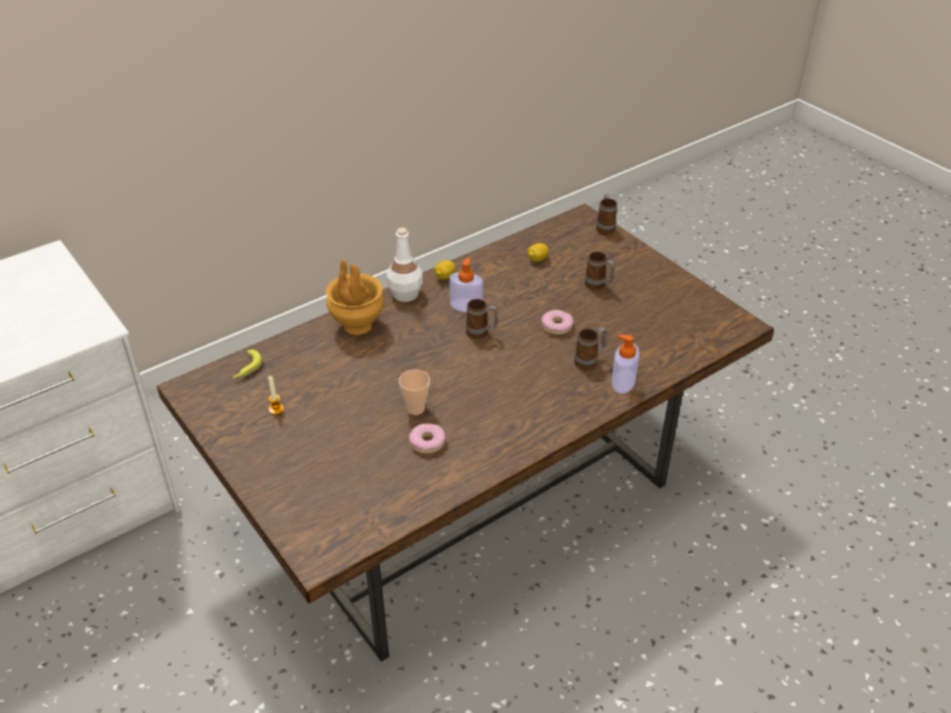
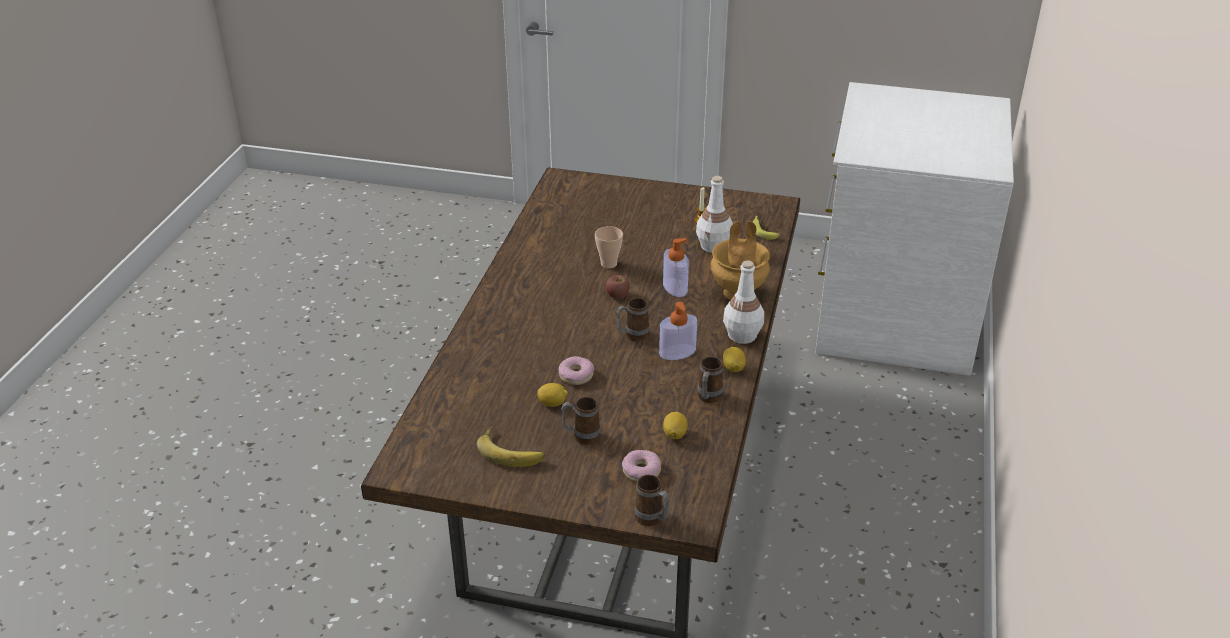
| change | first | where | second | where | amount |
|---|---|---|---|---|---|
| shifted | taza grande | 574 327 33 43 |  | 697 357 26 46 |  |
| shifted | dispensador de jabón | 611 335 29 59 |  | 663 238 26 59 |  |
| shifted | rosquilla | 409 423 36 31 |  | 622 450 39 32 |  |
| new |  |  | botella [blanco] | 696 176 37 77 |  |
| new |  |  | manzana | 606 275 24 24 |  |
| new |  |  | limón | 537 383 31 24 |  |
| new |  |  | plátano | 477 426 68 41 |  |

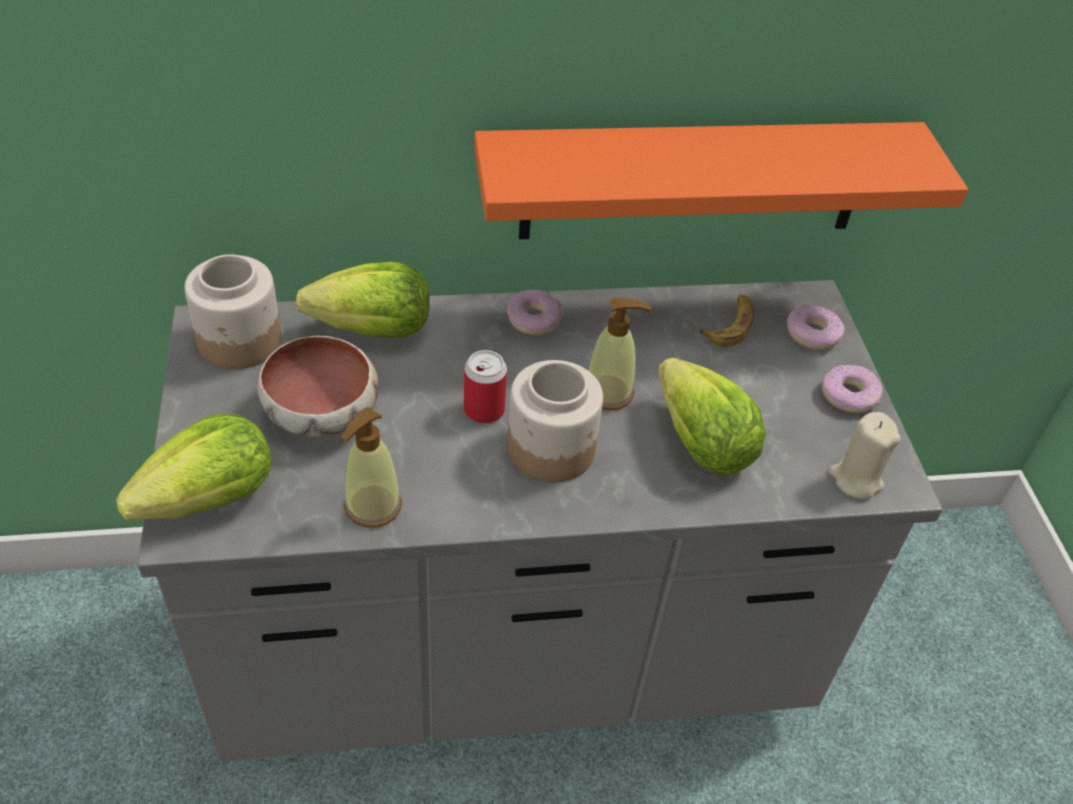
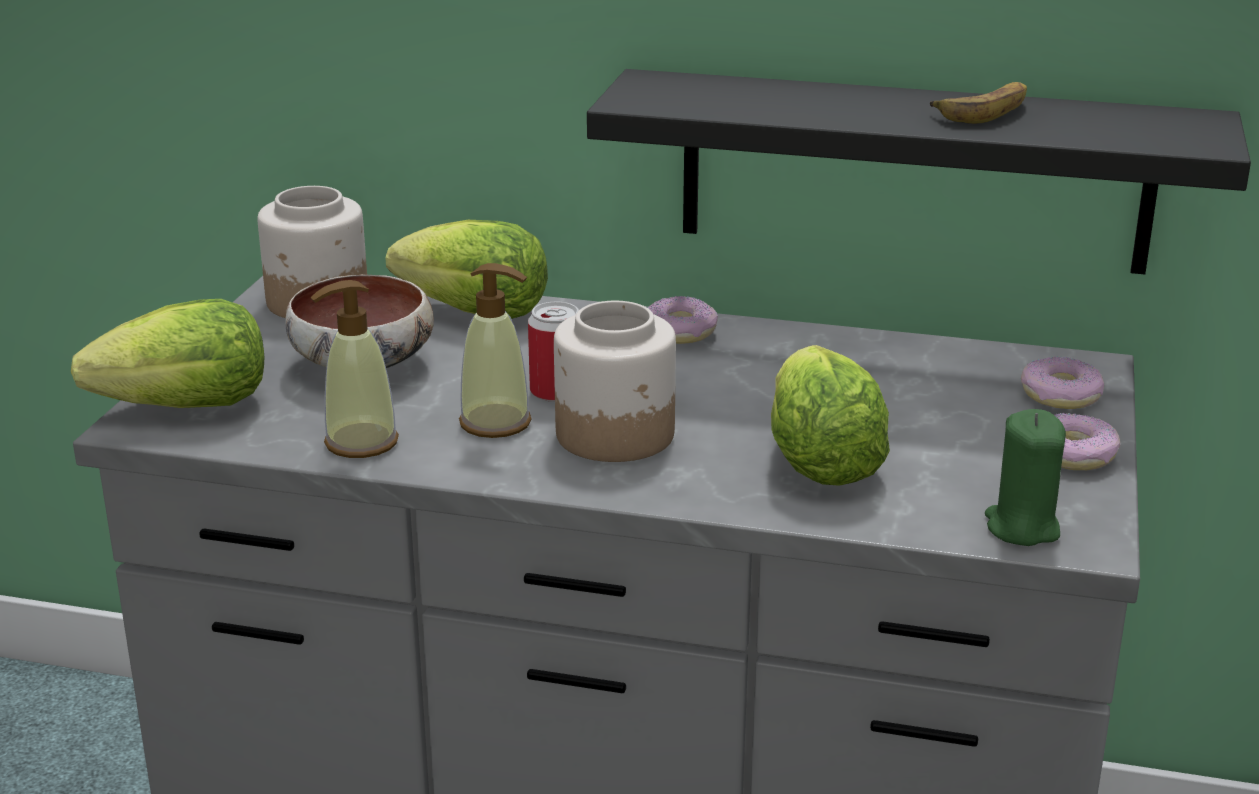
| change | first | where | second | where | amount |
|---|---|---|---|---|---|
| repainted | estante [naranja] | 474 122 494 117 | estante [negro] | 587 69 664 205 |  |
| shifted | plátano | 699 295 55 52 |  | 930 82 97 42 |  |
| shifted | dispensador de jabón | 588 298 63 112 |  | 459 263 72 175 |  |
| repainted | vela [beis] | 828 412 73 87 | vela [verde] | 985 409 81 137 |  |

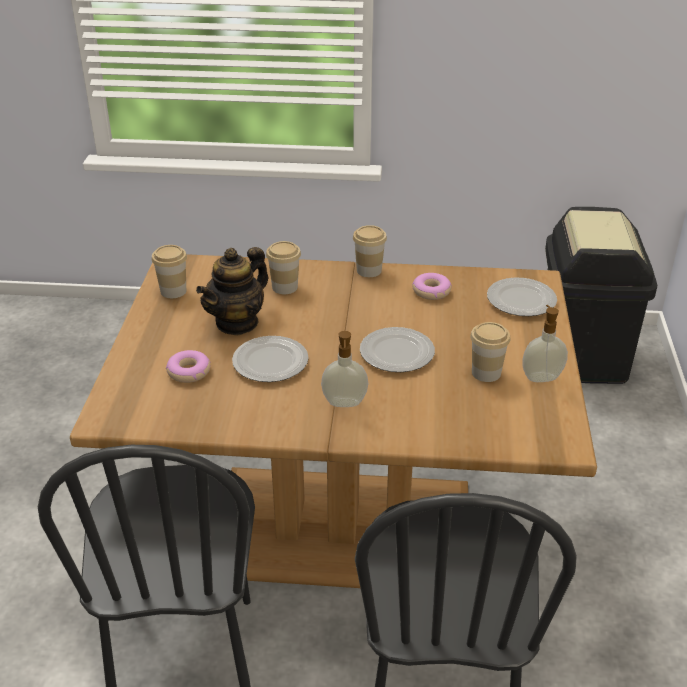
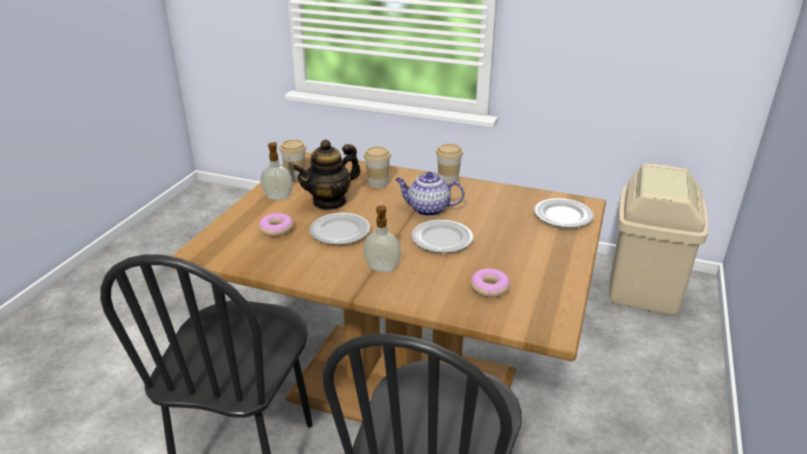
| change | first | where | second | where | amount |
|---|---|---|---|---|---|
| repainted | papelera [negro] | 545 207 112 177 | papelera [beis] | 609 164 99 151 |  |
| shifted | rosquilla | 412 273 40 27 |  | 470 268 40 29 |  |
| shifted | dispensador de jabón | 522 305 46 77 |  | 261 142 32 58 |  |
| gone | taza | 470 322 40 60 |  |  |  |
| new |  |  | tetera | 395 172 70 44 |  |

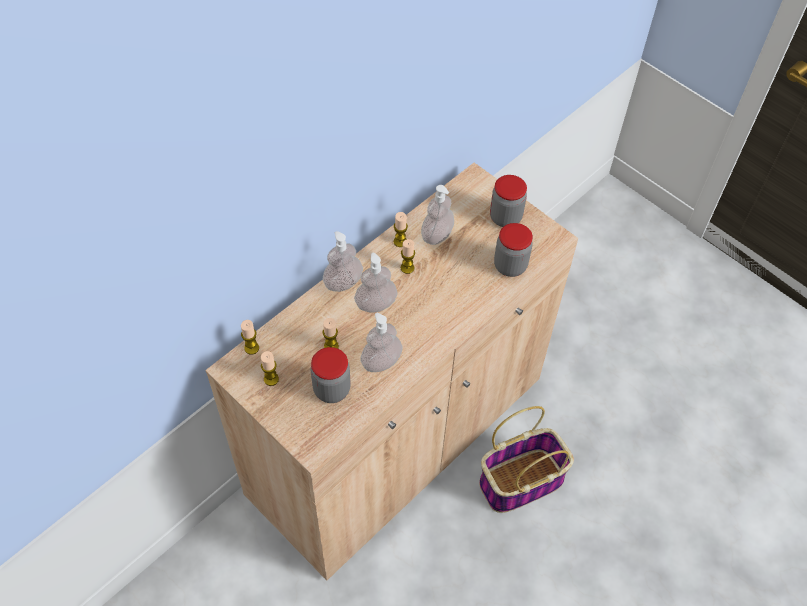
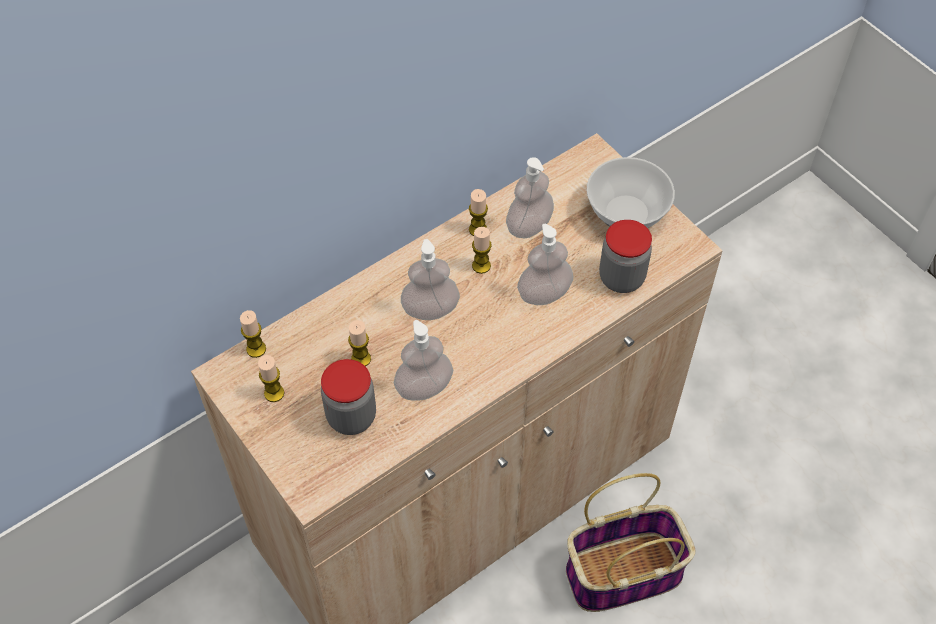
| change | first | where | second | where | amount |
|---|---|---|---|---|---|
| swapped | tarro | 490 175 37 52 | cuenco | 587 157 88 71 |  |
| shifted | dispensador de jabón | 323 231 40 61 |  | 517 224 57 81 |  |

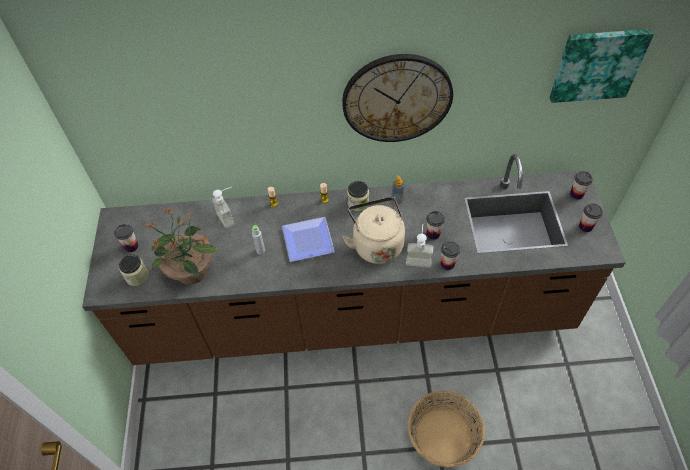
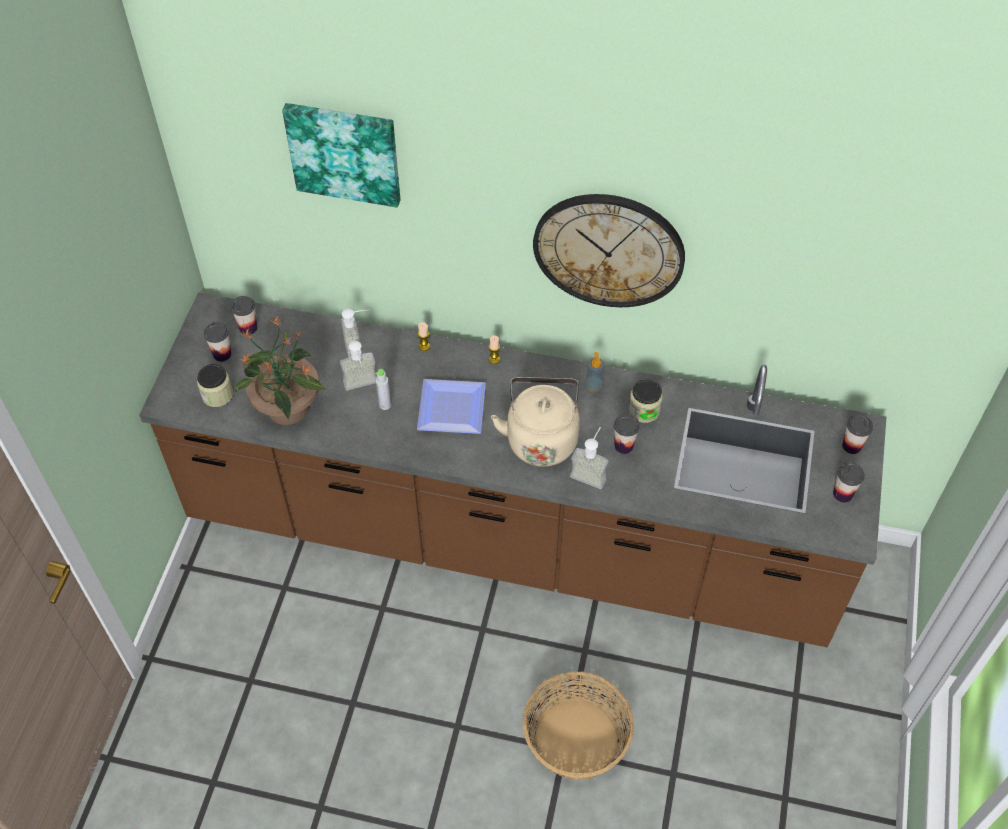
| change | first | where | second | where | amount |
|---|---|---|---|---|---|
| shifted | cuadro | 549 29 105 74 |  | 282 103 119 105 |  |
| shifted | tarro | 347 181 22 30 |  | 628 380 35 43 |  |
| shifted | taza | 441 241 19 29 |  | 231 296 26 39 |  |
| new |  |  | dispensador de jabón | 340 341 37 49 |  |

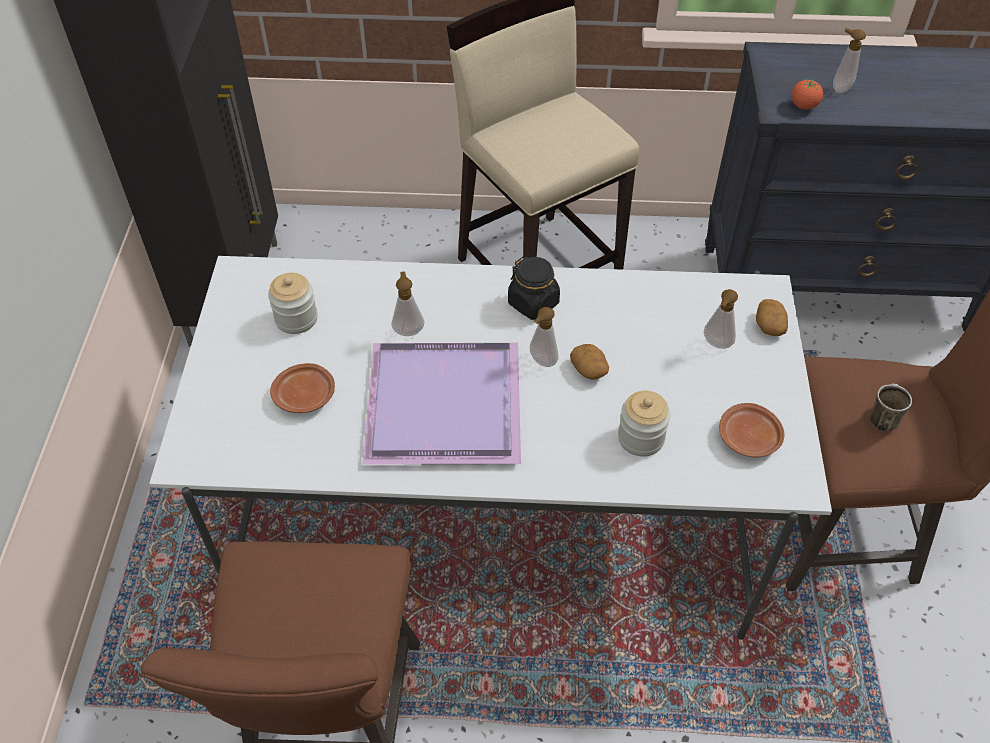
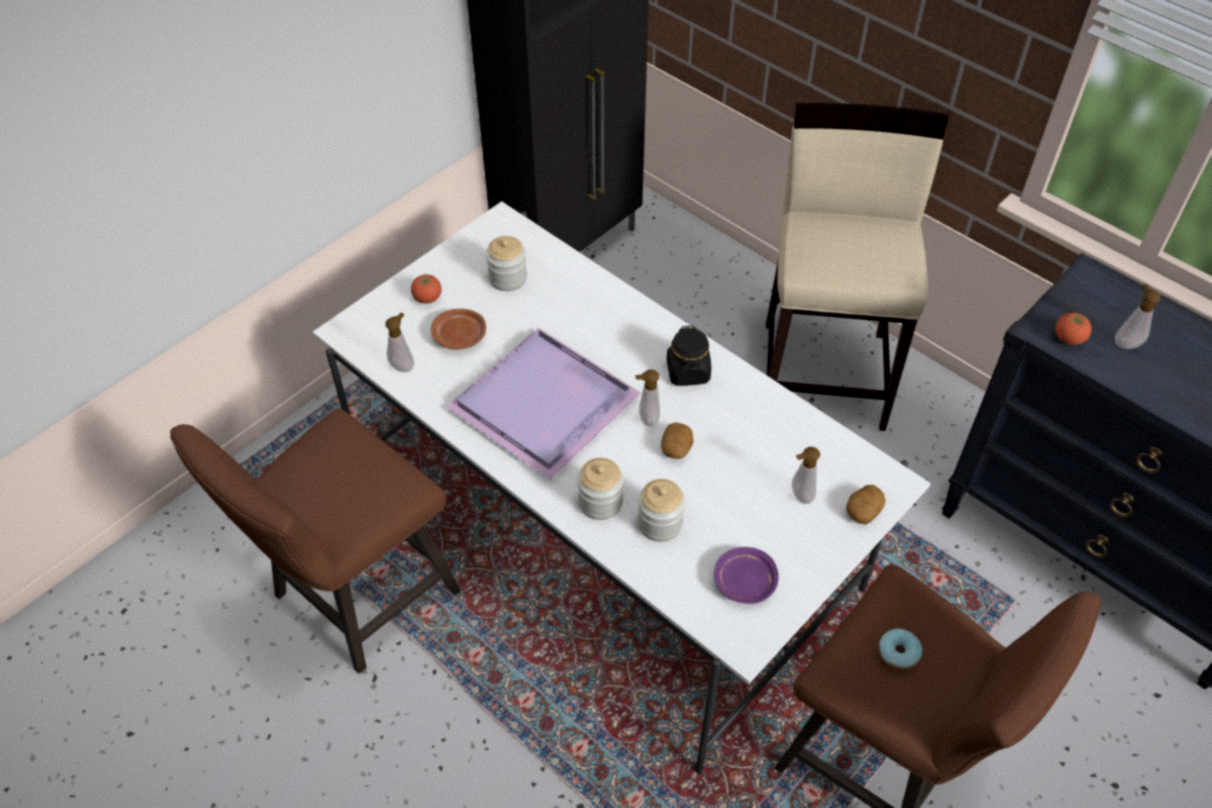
| change | first | where | second | where | amount |
|---|---|---|---|---|---|
| shifted | dispensador de jabón | 392 271 32 65 |  | 385 312 29 60 |  |
| swapped | taza grande | 870 383 42 49 | rosquilla | 878 629 44 41 |  |
| repainted | plato [marrón] | 719 403 65 54 | plato [morado] | 714 547 65 57 |  |
| new |  |  | tomate | 411 274 31 30 |  |
| new |  |  | tarro | 577 458 47 62 |  |

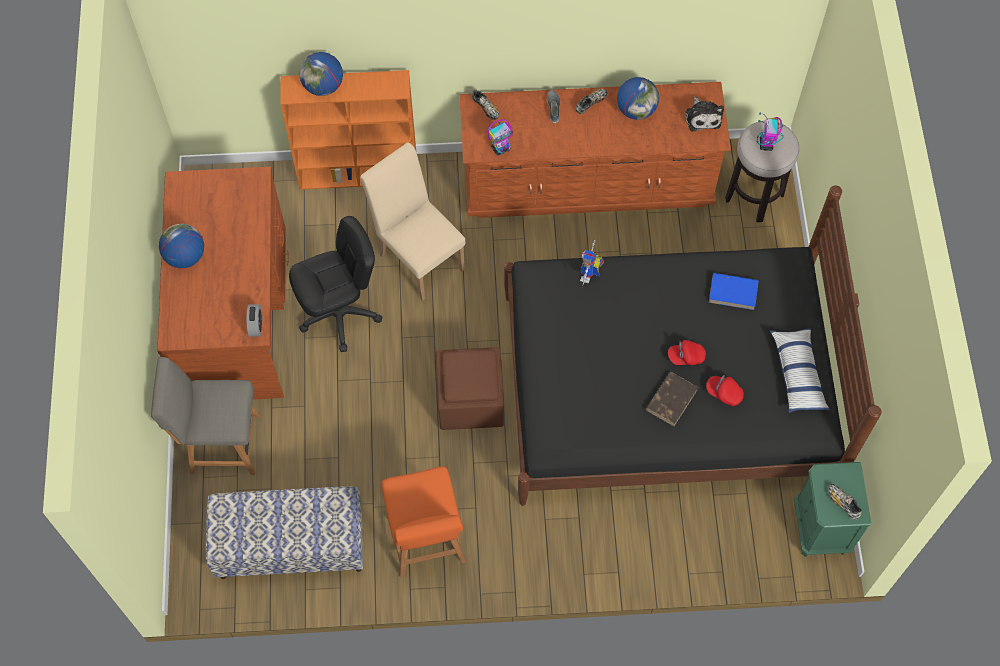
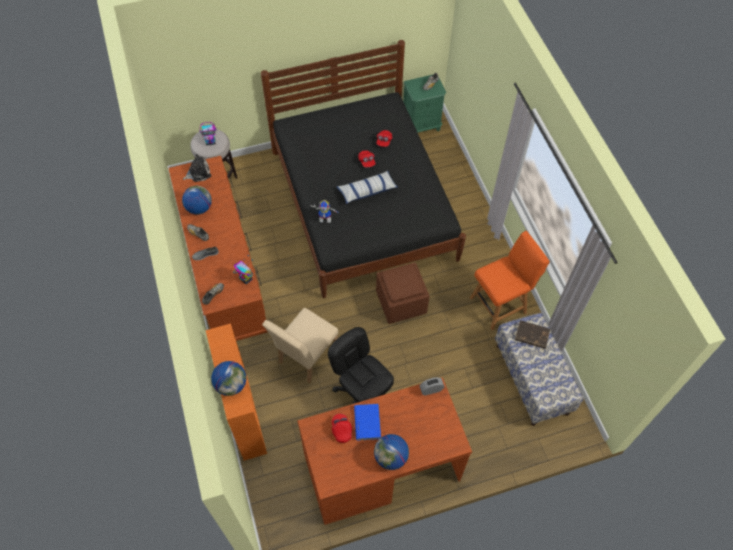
| change | first | where | second | where | amount |
|---|---|---|---|---|---|
| shifted | libro [azul] | 709 273 50 37 |  | 354 404 27 37 |  |
| shifted | cojín | 769 328 61 85 |  | 337 171 61 33 |  |
| gone | silla [gris] | 151 357 109 118 |  |  |  |
| shifted | libro [marrón] | 646 372 52 54 |  | 515 320 35 29 |  |
| new |  |  | gorra [rojo] | 332 414 20 29 |  |

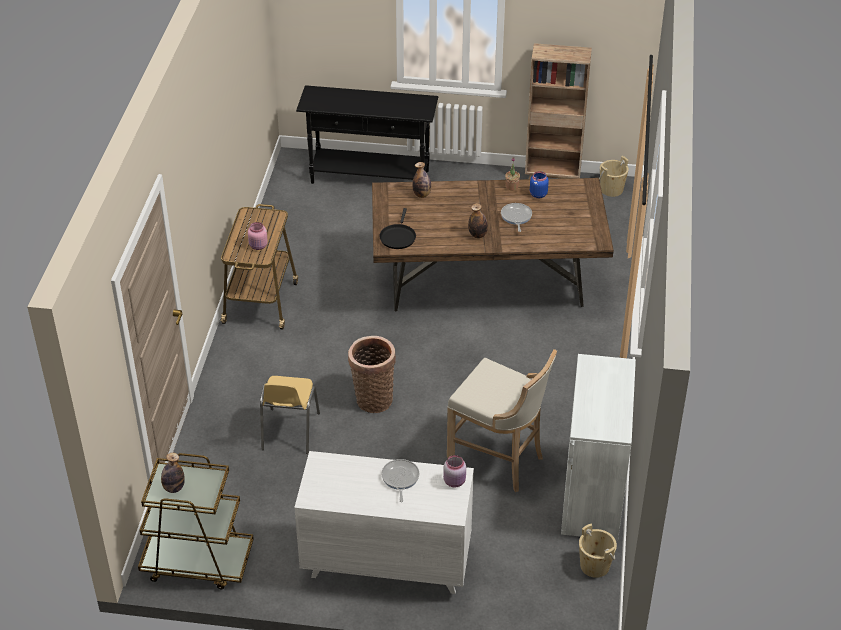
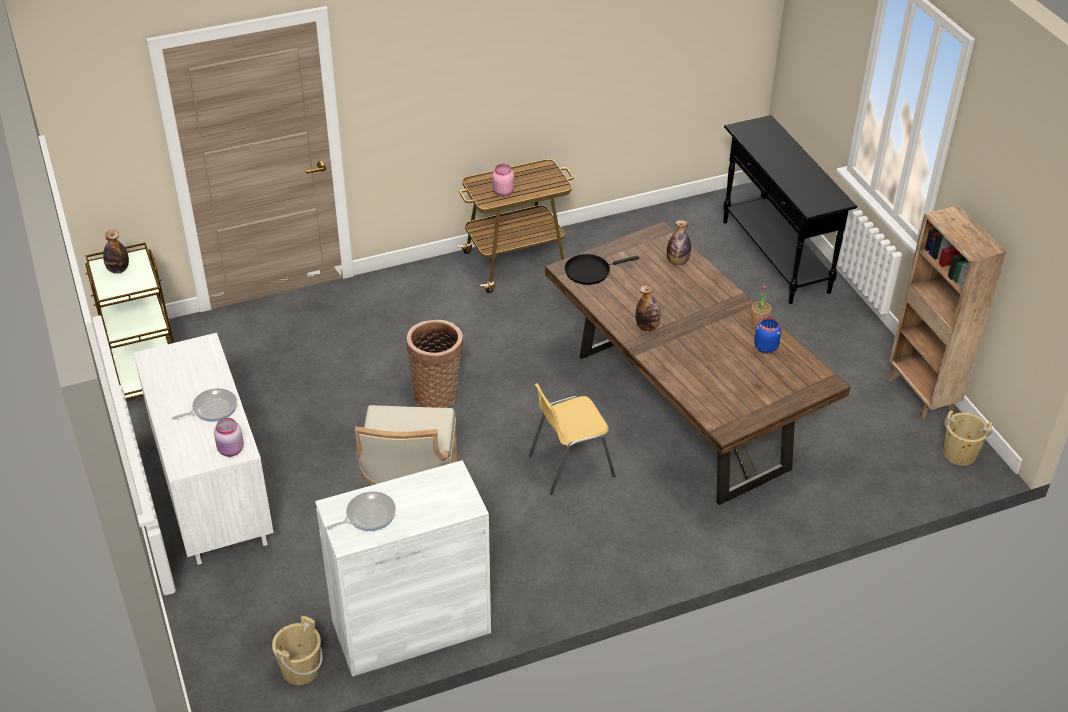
| change | first | where | second | where | amount |
|---|---|---|---|---|---|
| shifted | sartén | 501 203 31 29 |  | 325 491 71 40 |  |
| shifted | silla [amarillo] | 260 376 60 78 |  | 528 383 88 112 |  |

